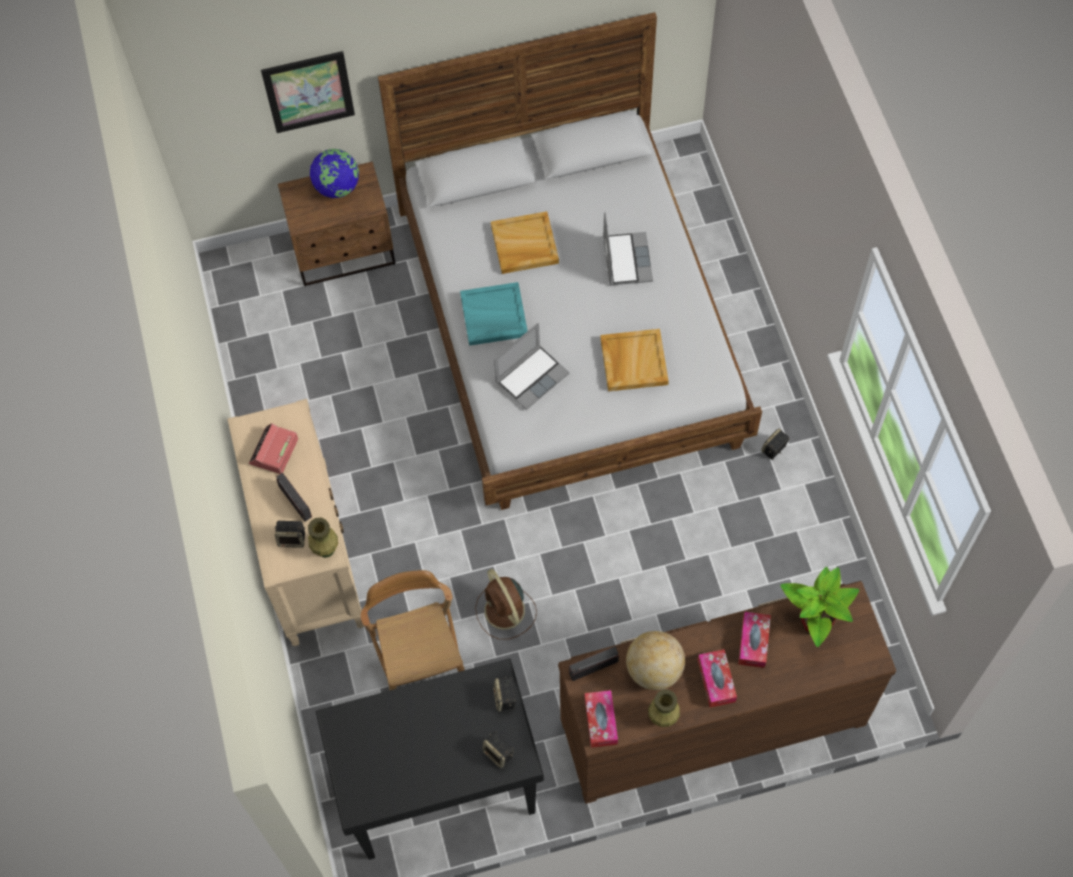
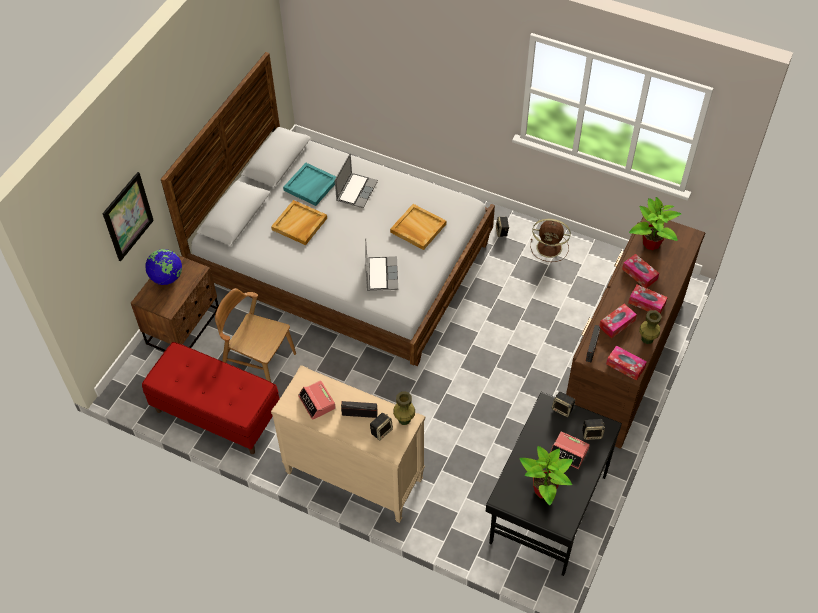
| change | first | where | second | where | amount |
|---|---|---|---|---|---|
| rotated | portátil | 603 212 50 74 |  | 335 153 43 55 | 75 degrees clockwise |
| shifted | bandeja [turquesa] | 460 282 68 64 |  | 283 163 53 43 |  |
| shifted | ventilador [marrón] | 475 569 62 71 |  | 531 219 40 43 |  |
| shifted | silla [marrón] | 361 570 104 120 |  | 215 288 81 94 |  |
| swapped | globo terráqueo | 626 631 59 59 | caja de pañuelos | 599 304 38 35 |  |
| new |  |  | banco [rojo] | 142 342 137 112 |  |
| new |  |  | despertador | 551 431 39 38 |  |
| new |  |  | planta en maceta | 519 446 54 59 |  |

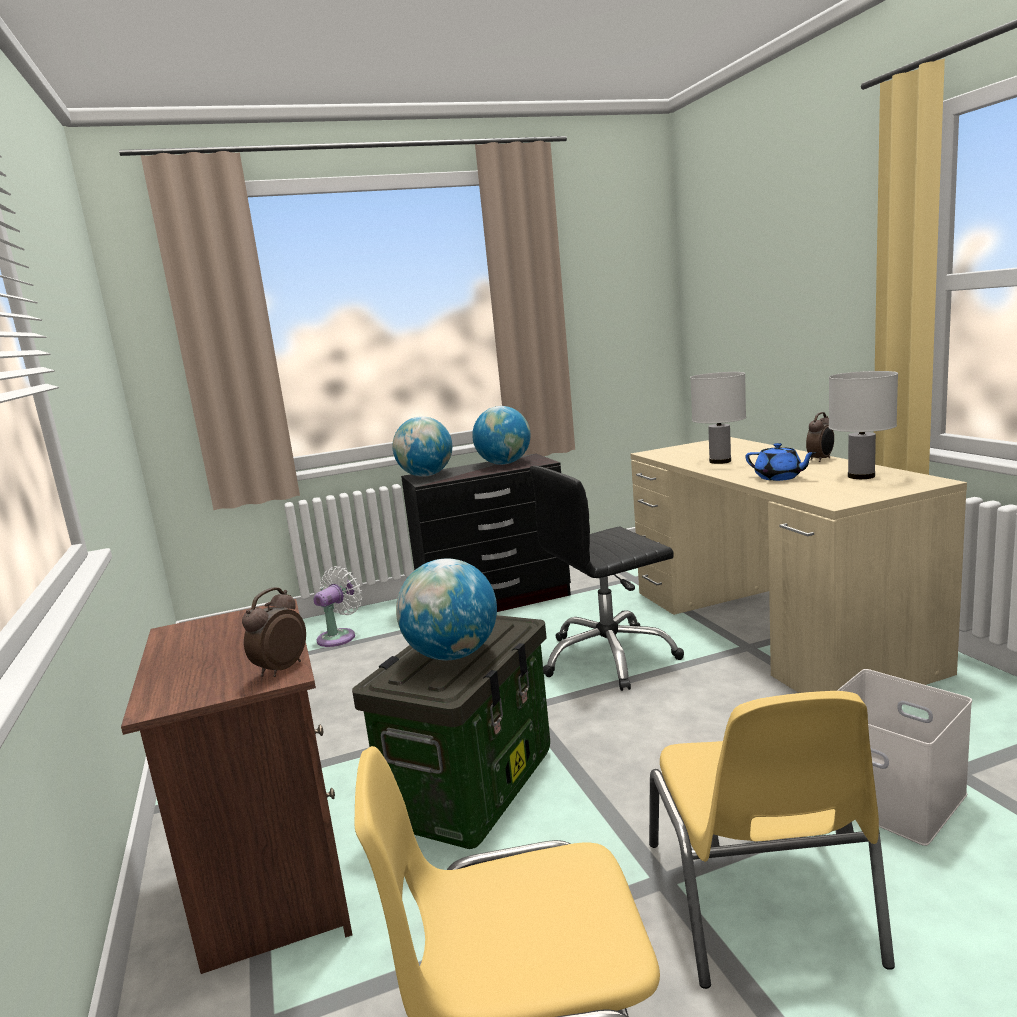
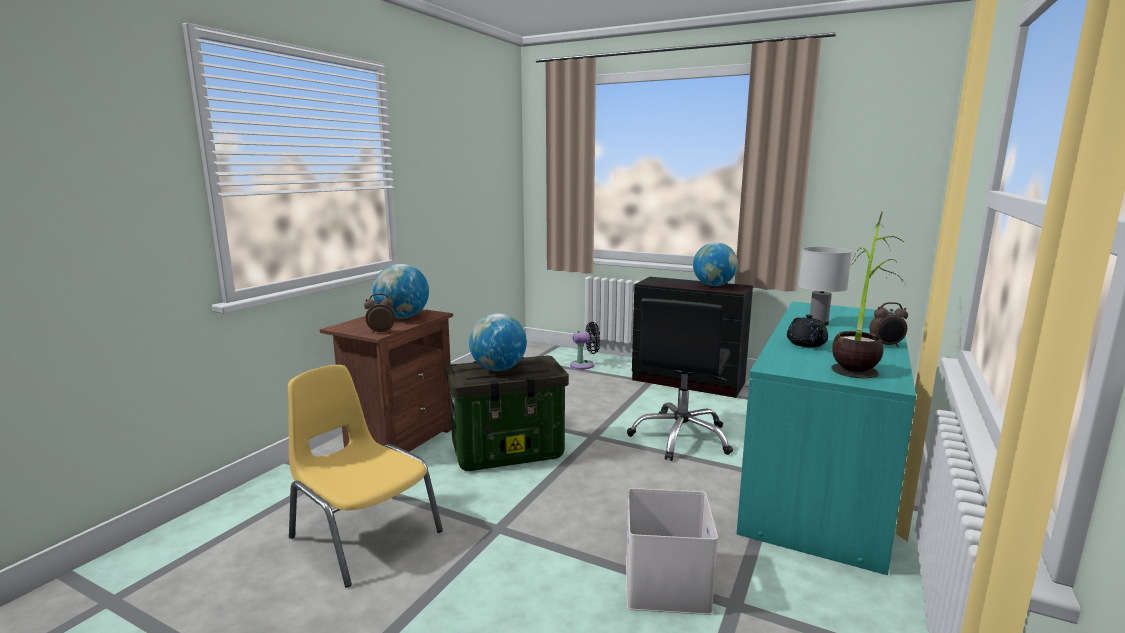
| change | first | where | second | where | amount |
|---|---|---|---|---|---|
| swapped | lámpara de mesa [blanco] | 829 371 69 108 | planta en maceta | 831 212 73 166 |  |
| shifted | globo terráqueo | 392 416 60 61 |  | 373 264 56 55 |  |
| repainted | escritorio [beis] | 631 437 336 256 | escritorio [turquesa] | 736 302 180 273 |  |
| repainted | tetera [azul] | 746 443 71 38 | tetera [negro] | 787 314 41 33 |  |
| rotated | silla de oficina [negro] | 530 466 154 225 |  | 627 298 106 163 | 90 degrees counterclockwise |
| repainted | ventilador [blanco] | 314 566 48 81 | ventilador [negro] | 570 322 30 48 |  |
| gone | silla [amarillo] | 649 691 246 298 |  |  |  |

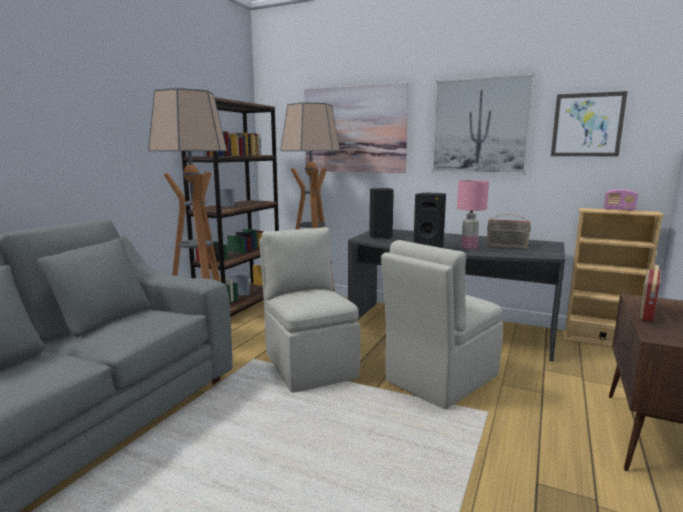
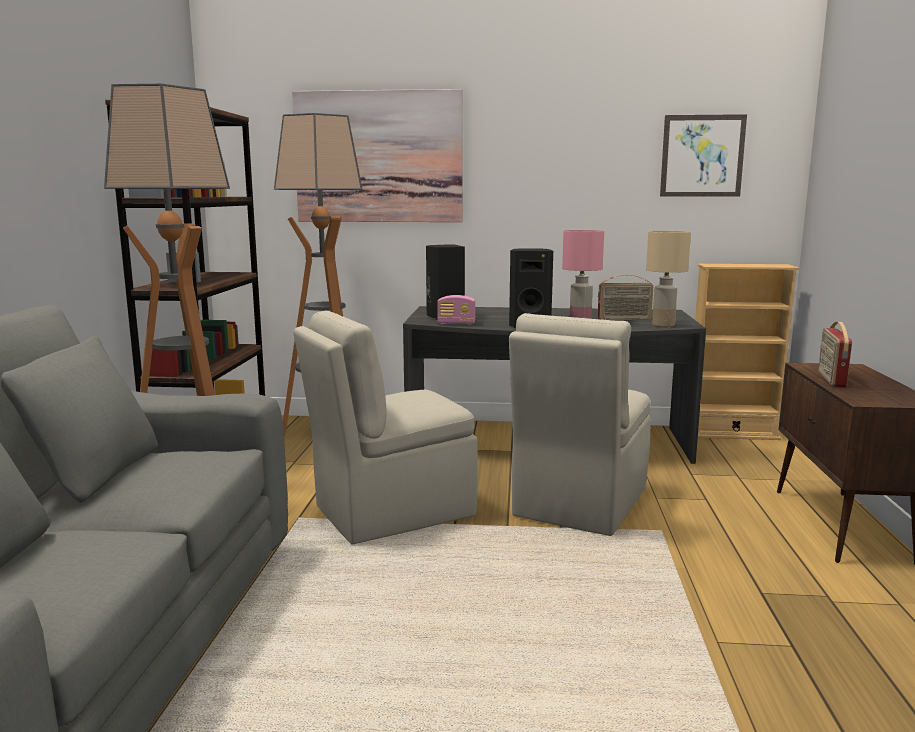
| change | first | where | second | where | amount |
|---|---|---|---|---|---|
| gone | cuadro | 431 73 104 102 |  |  |  |
| shifted | radio | 604 189 34 22 |  | 437 295 38 29 |  |
| rotated | silla [beis] | 259 227 102 165 |  | 293 311 185 233 | 75 degrees counterclockwise |
| new |  |  | lámpara de mesa [beis] | 646 230 45 97 |  |

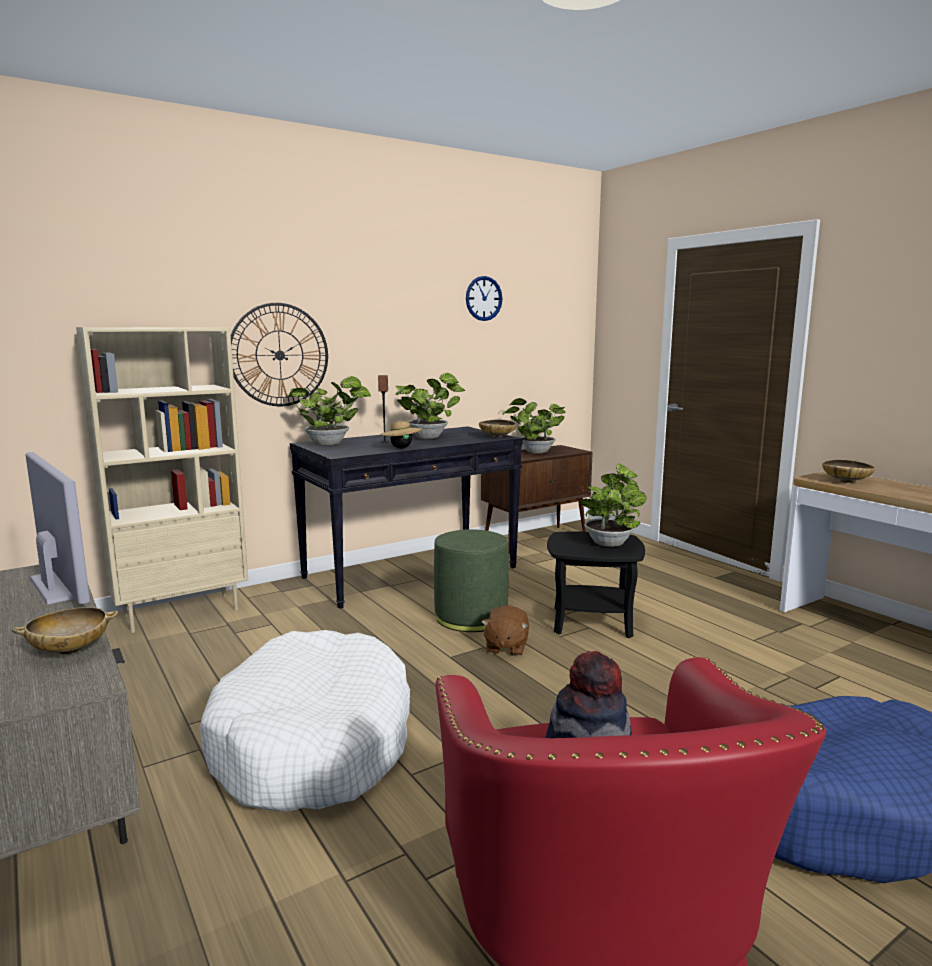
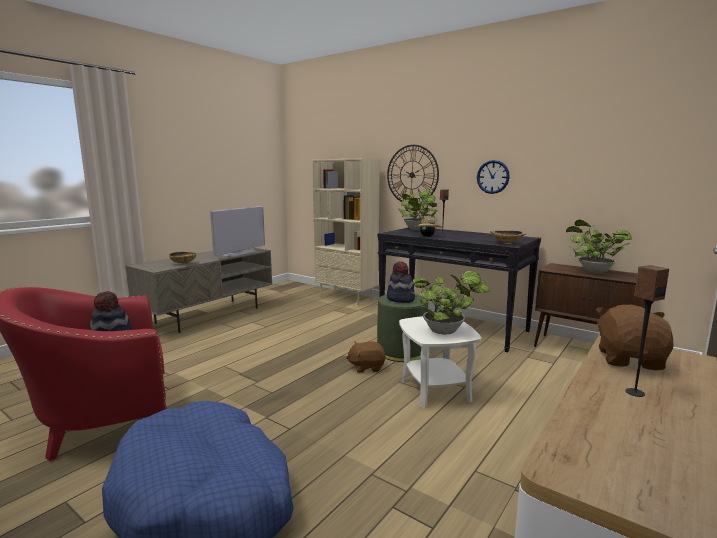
| change | first | where | second | where | amount |
|---|---|---|---|---|---|
| shifted | reloj de pared | 466 276 36 45 |  | 477 160 33 34 |  |
| gone | planta en maceta | 395 373 70 66 |  |  |  |
| swapped | cuenco [beis] | 822 459 53 24 | peluche [marrón] | 596 305 78 65 |  |
| repainted | mesa auxiliar [negro] | 547 532 98 106 | mesa auxiliar [blanco] | 399 316 82 92 |  |
| gone | cama para perro [blanco] | 200 630 210 182 |  |  |  |
| new |  |  | sombrero | 387 261 28 42 |  |
| new |  |  | altavoz | 626 265 43 132 |  |

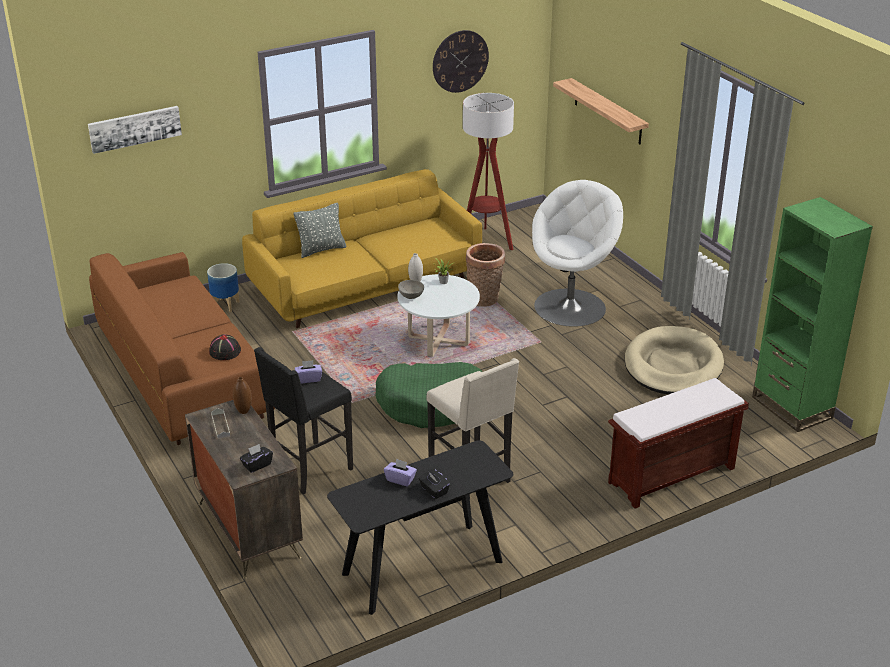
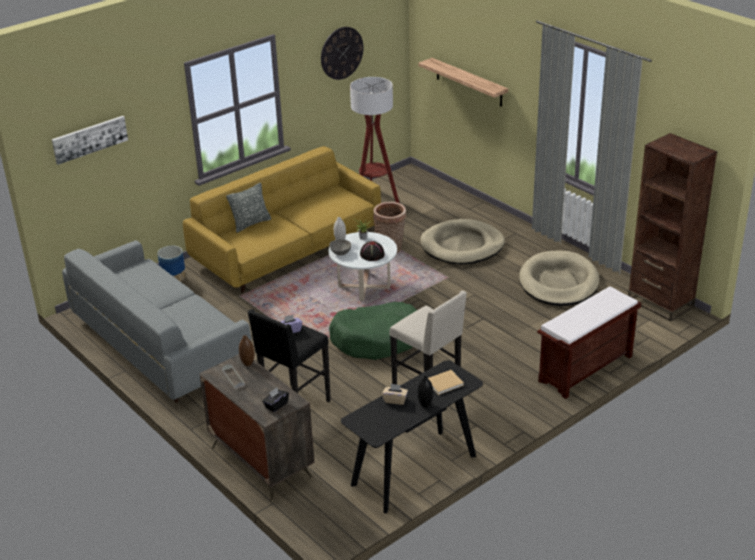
| change | first | where | second | where | amount |
|---|---|---|---|---|---|
| swapped | sillón [blanco] | 532 180 91 147 | cama para perro [beis] | 420 219 85 45 |  |
| repainted | estantería [verde] | 752 197 121 235 | estantería [marrón] | 628 133 89 189 |  |
| repainted | sofá [marrón] | 89 252 186 193 | sofá [gris] | 62 240 190 163 |  |
| shifted | sombrero [negro] | 209 334 32 26 |  | 360 241 25 20 |  |
| repainted | caja de pañuelos [morado] | 384 459 33 27 | caja de pañuelos [beis] | 382 384 26 21 |  |
| swapped | caja de pañuelos [negro] | 419 468 31 31 | florero [negro] | 417 376 16 31 |  |
| new |  |  | libro [beis] | 428 370 36 25 |  |

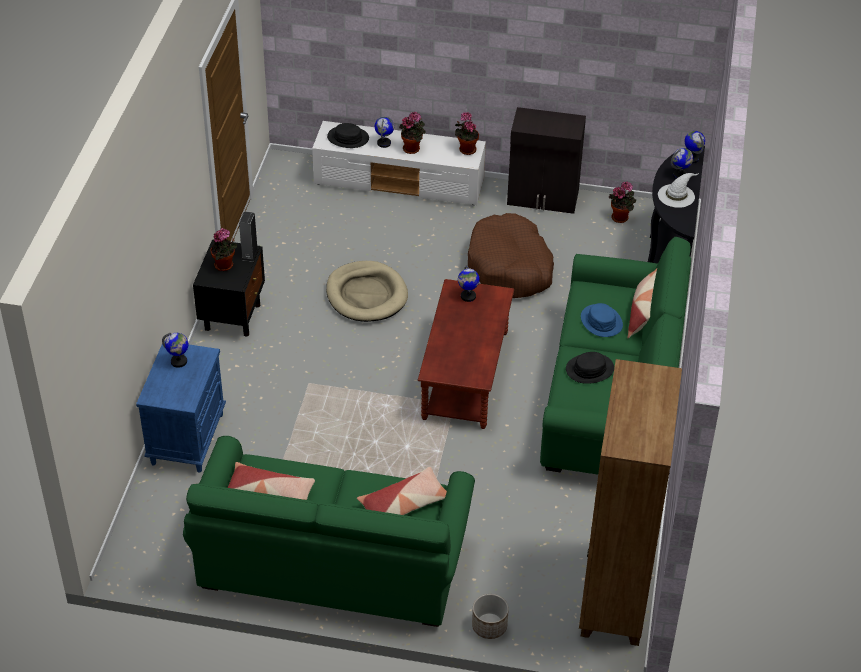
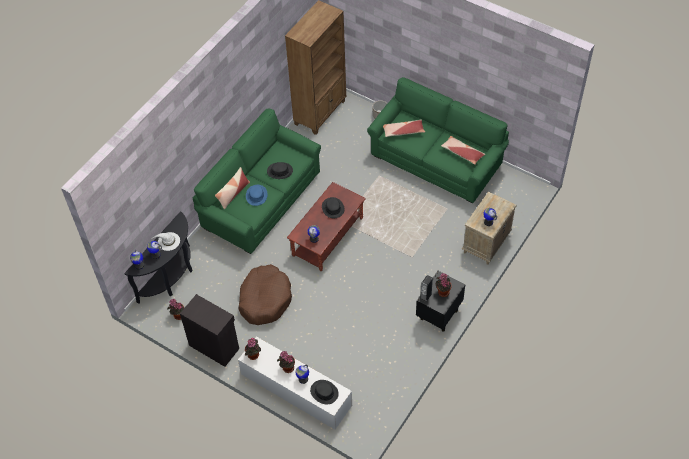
| change | first | where | second | where | amount |
|---|---|---|---|---|---|
| gone | cama para perro [beis] | 326 261 82 61 |  |  |  |
| repainted | mesita de noche [azul] | 136 341 90 132 | mesita de noche [beis] | 462 191 55 74 |  |
| new |  |  | sombrero [negro] | 322 197 22 21 |  |

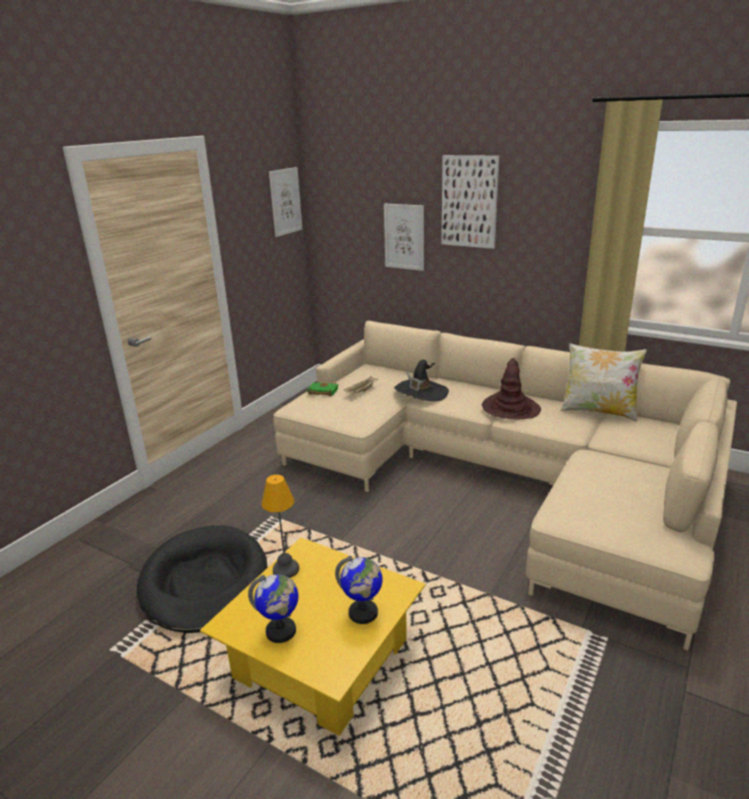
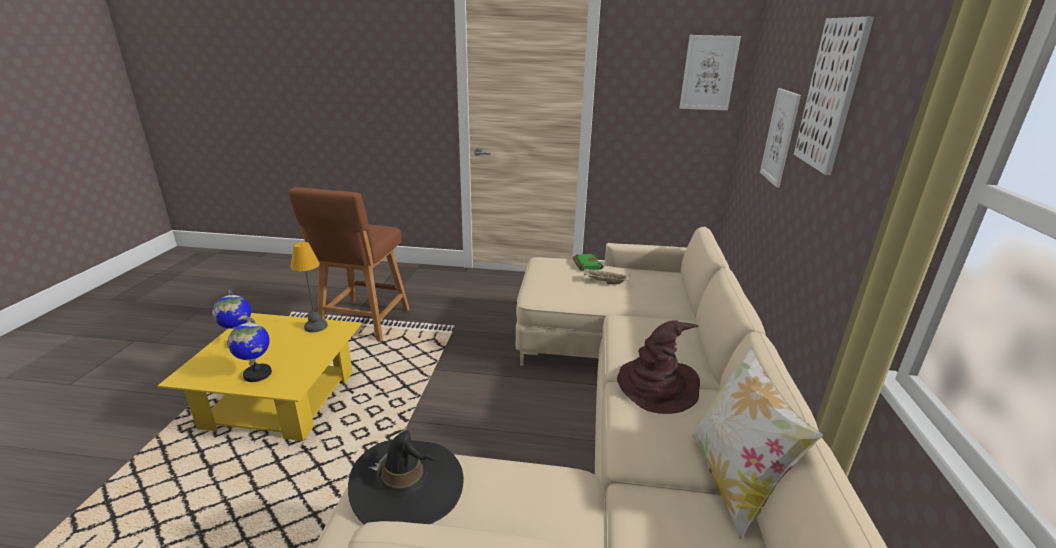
| change | first | where | second | where | amount |
|---|---|---|---|---|---|
| shifted | sombrero [negro] | 394 359 55 43 |  | 348 426 116 99 |  |
| swapped | cama para perro [negro] | 137 525 130 108 | taburete [marrón] | 289 187 121 155 |  |

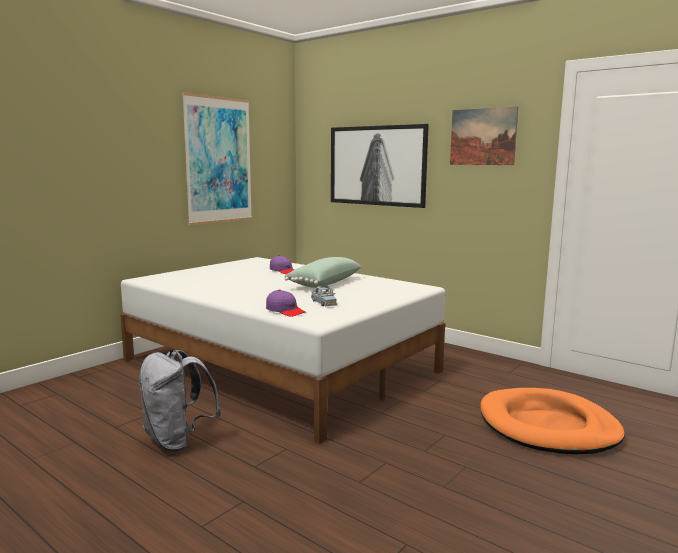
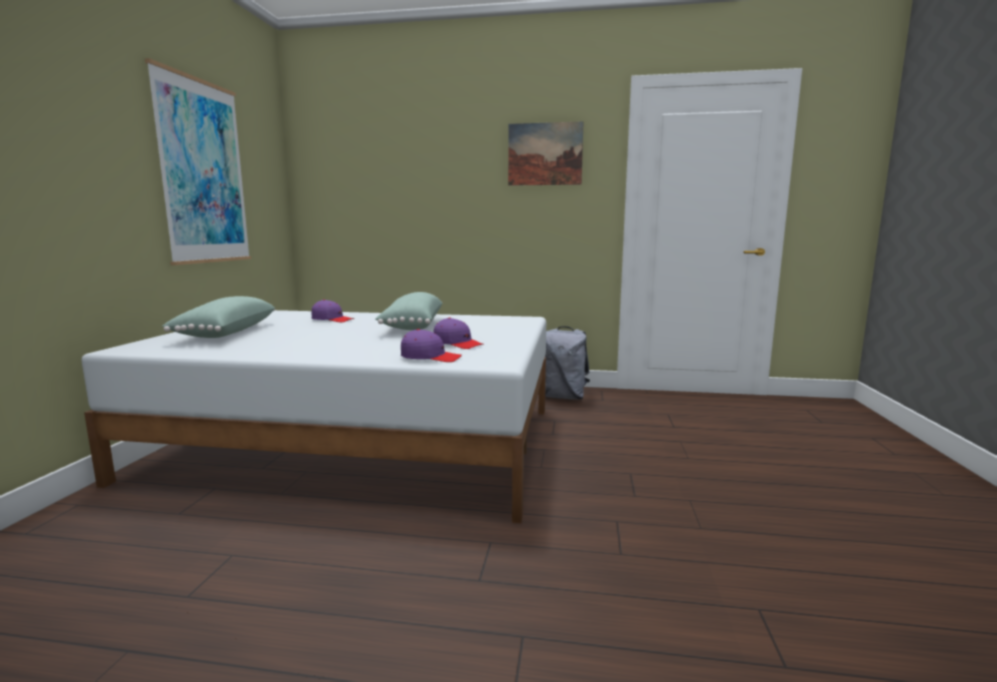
| change | first | where | second | where | amount |
|---|---|---|---|---|---|
| gone | cuadro | 331 124 98 84 |  |  |  |
| swapped | coche de juguete [azul] | 311 286 26 20 | gorra [morado] | 433 317 51 32 |  |
| shifted | mochila [gris] | 139 350 82 101 |  | 545 326 45 74 |  |
| gone | cama para perro [naranja] | 480 388 145 66 |  |  |  |
| new |  |  | cojín [verde] | 162 296 113 42 |  |

